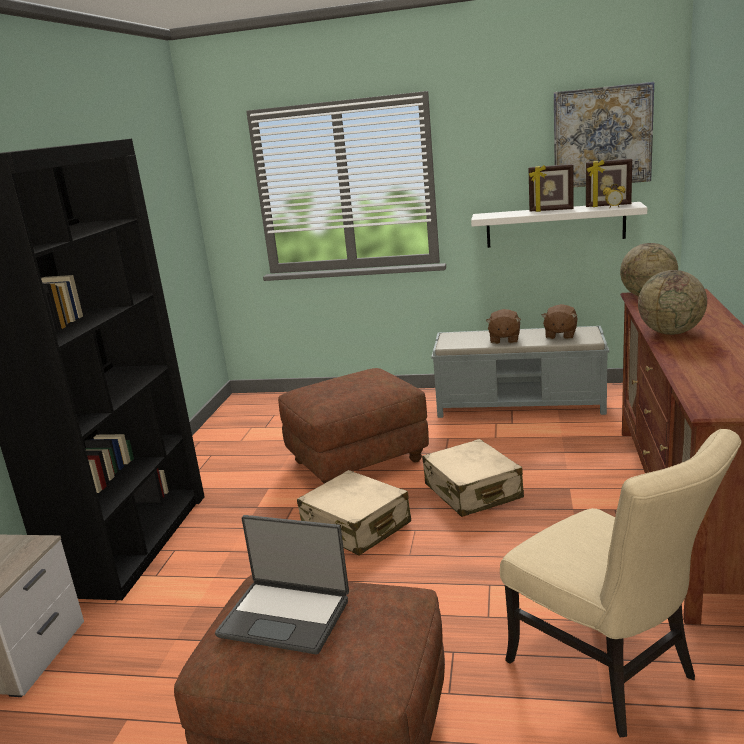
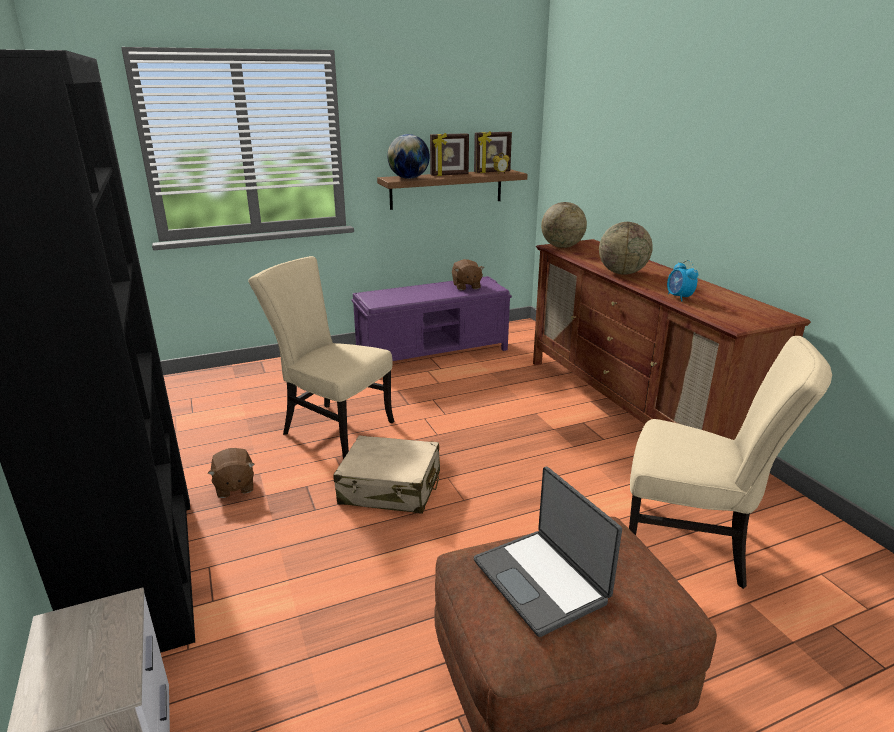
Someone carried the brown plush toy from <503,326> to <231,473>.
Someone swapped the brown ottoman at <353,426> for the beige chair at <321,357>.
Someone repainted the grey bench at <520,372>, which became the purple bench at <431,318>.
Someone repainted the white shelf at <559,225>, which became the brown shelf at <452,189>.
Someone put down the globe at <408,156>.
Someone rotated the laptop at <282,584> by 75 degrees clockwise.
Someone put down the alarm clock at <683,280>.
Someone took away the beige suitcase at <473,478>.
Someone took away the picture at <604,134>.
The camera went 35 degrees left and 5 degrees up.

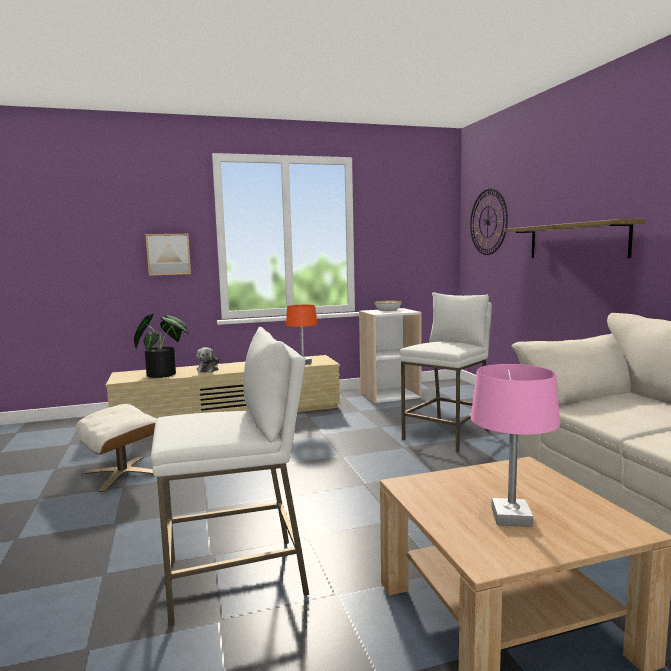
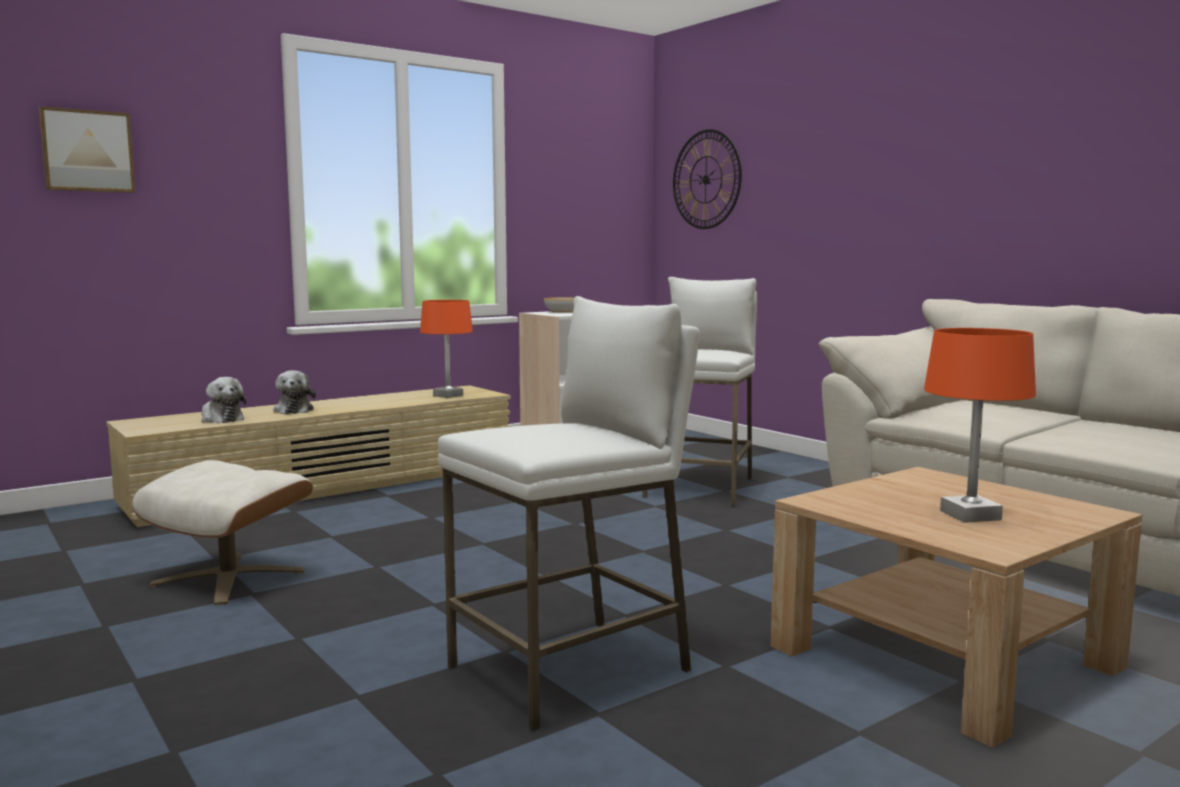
Someone carried the picture from <168,255> to <87,149>.
Someone swapped the potted plant at <161,345> for the plush toy at <223,400>.
Someone repainted the pink table lamp at <515,445>, which became the orange table lamp at <980,425>.
Someone took away the shelf at <575,238>.
The camera went 20 degrees left and 0 degrees up.

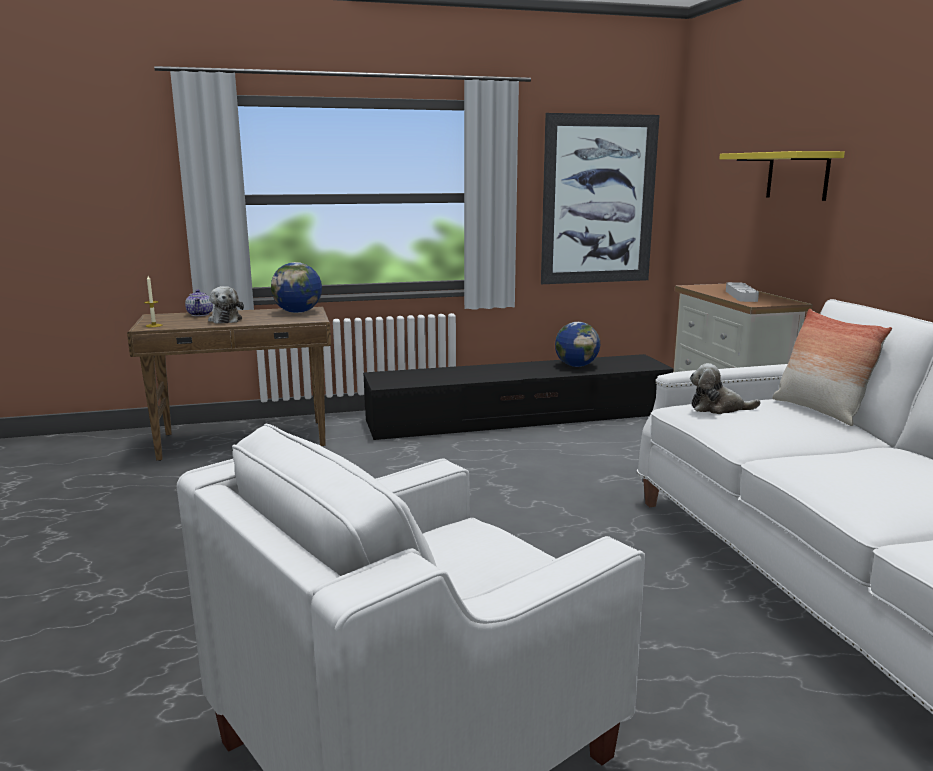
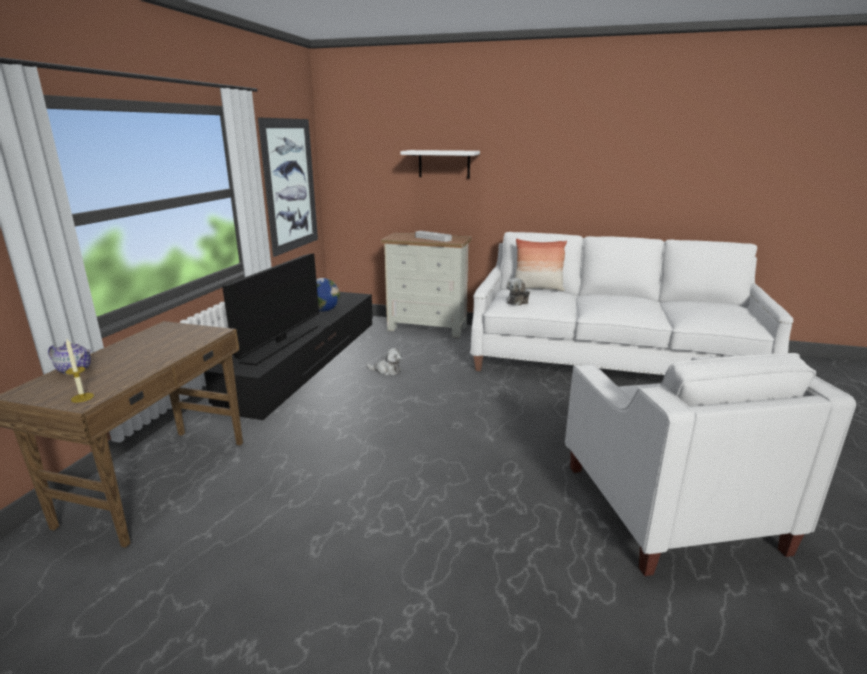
Someone put down the television at <270,309>.
Someone carried the plush toy from <226,305> to <384,362>.
Someone repainted the yellow shelf at <782,176>, which became the white shelf at <440,164>.
Someone took away the globe at <296,287>.
The camera went 60 degrees left and 5 degrees up.

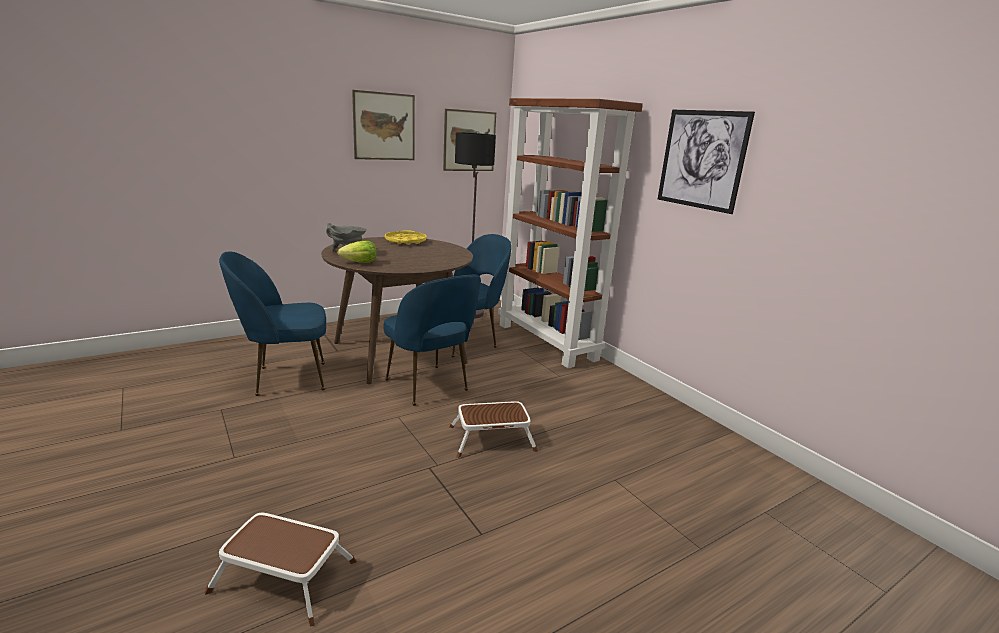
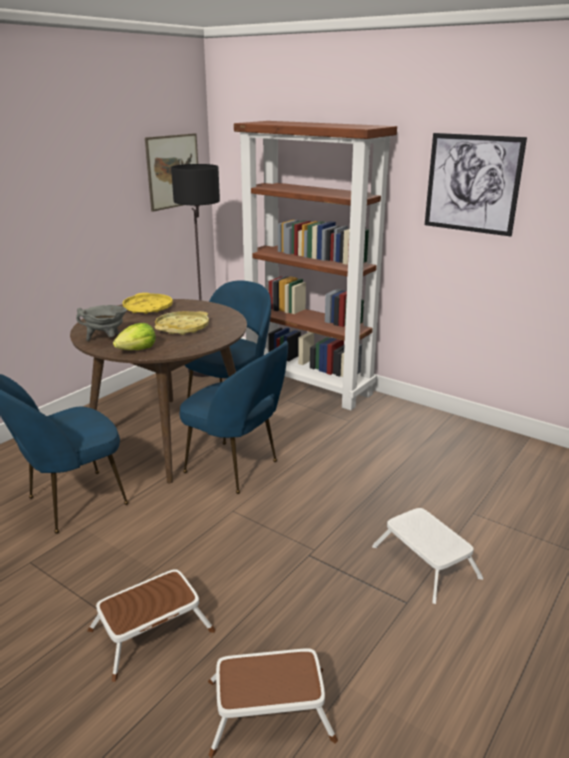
Someone carried the brown step ladder from <493,429> to <151,625>.
Someone put down the yellow tray at <181,323>.
Someone put down the white step ladder at <427,556>.
Someone took away the picture at <383,125>.
The camera went 20 degrees left and 5 degrees up.

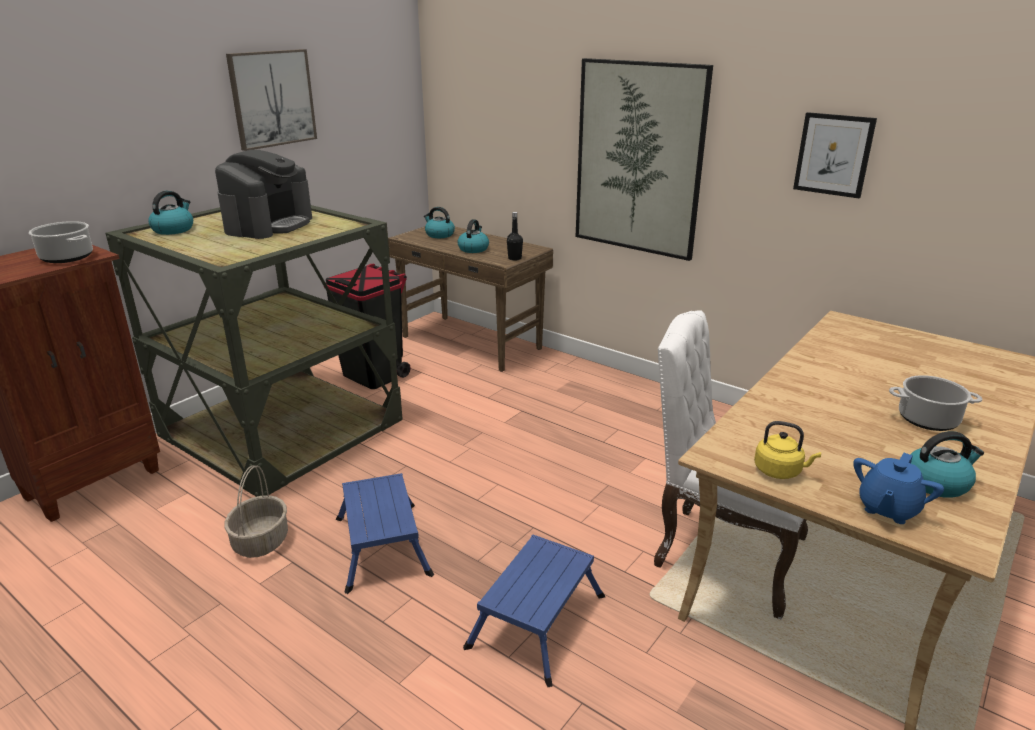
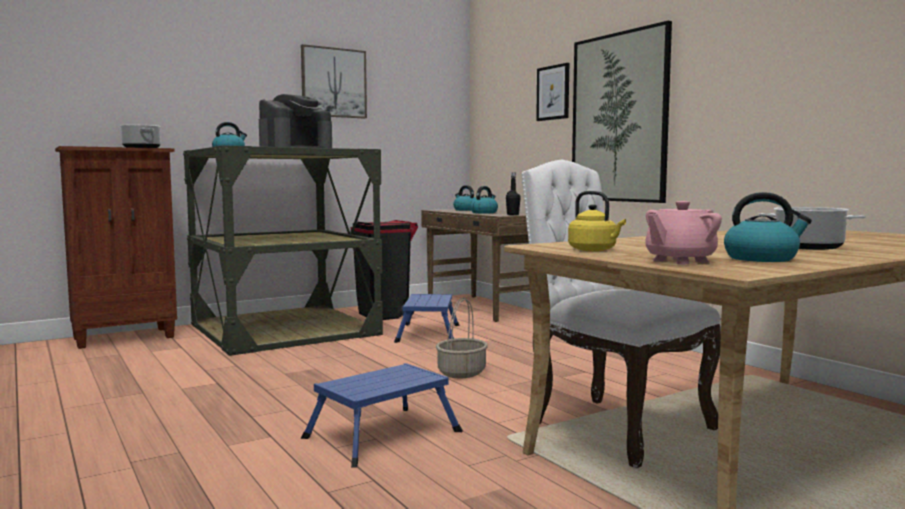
Someone carried the blue step ladder from <385,533> to <427,318>.
Someone carried the basket from <256,511> to <462,338>.
Someone carried the picture from <835,155> to <552,92>.
Someone repainted the blue teapot at <898,488>, which became the pink teapot at <683,233>.
The camera went 20 degrees right and 20 degrees down.

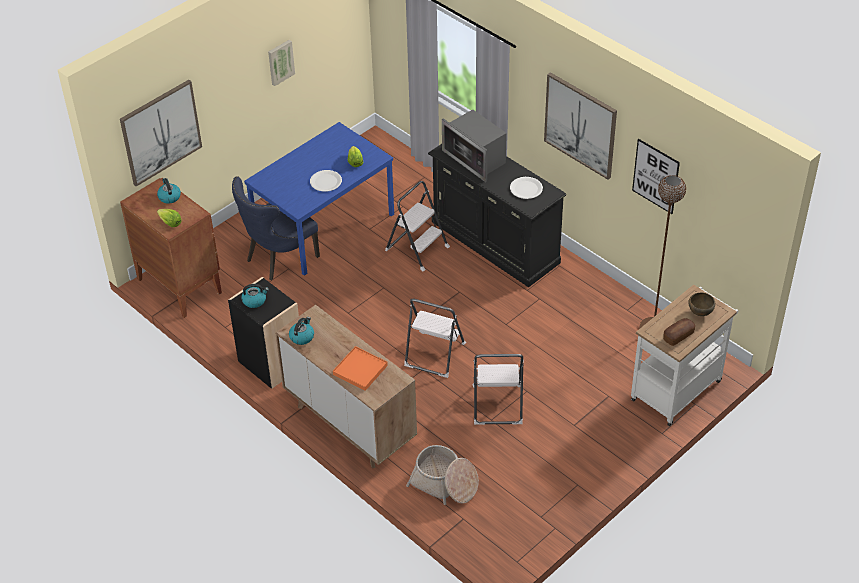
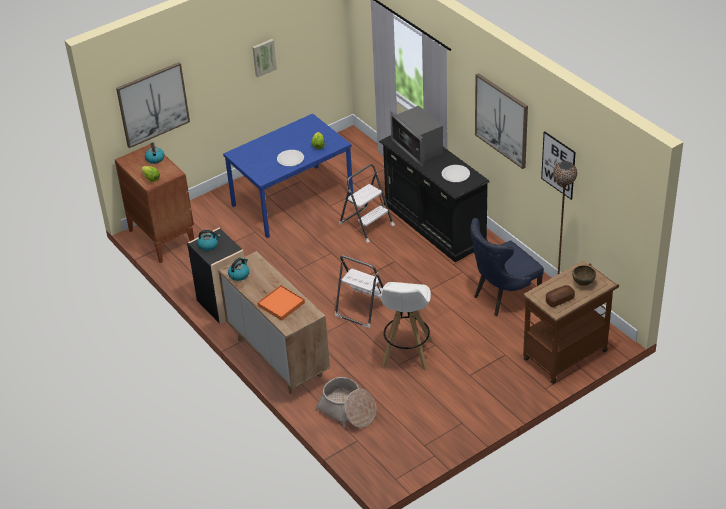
Someone swapped the white step ladder at <498,389> for the white stool at <406,326>.
Someone carried the blue chair from <276,228> to <507,267>.
Someone repainted the white cart at <685,355>, which became the brown cart at <571,322>.
The camera went 10 degrees right and 5 degrees down.

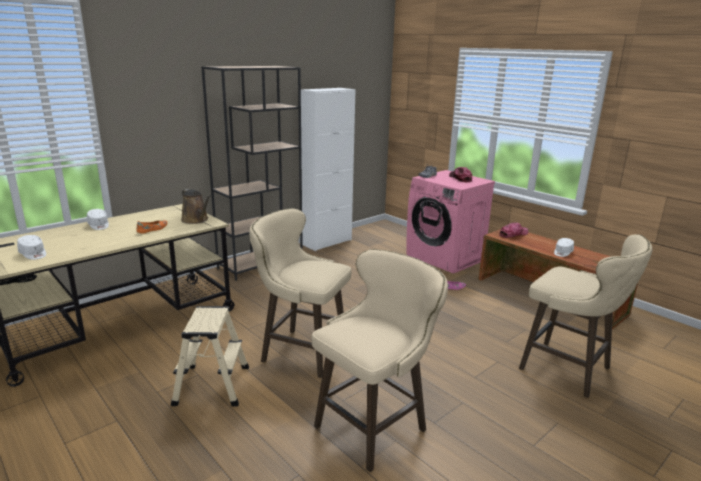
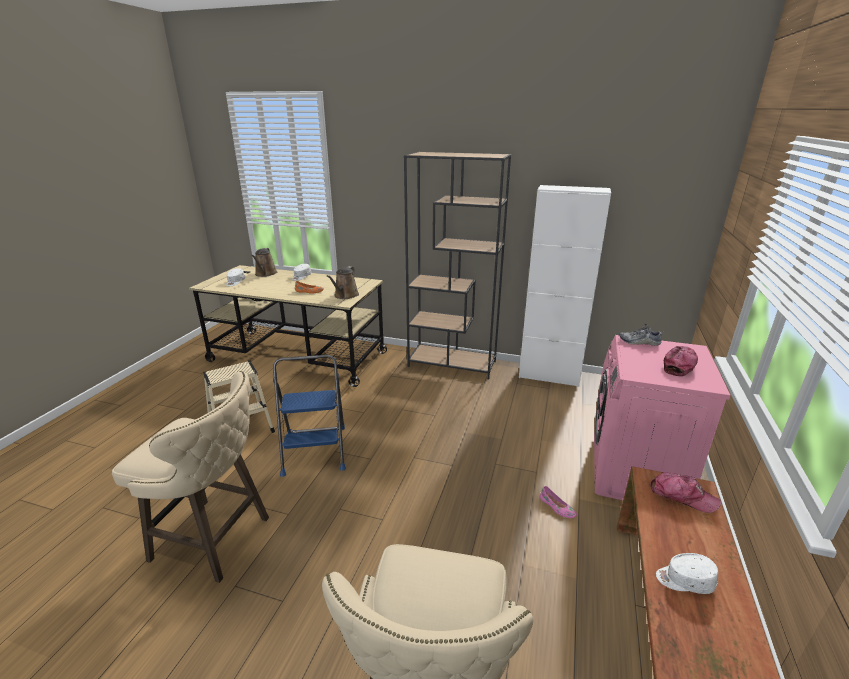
Someone put down the brown watering can at <264,262>.
Someone swapped the beige stool at <300,293> for the blue step ladder at <309,416>.
The camera went 60 degrees right and 5 degrees up.

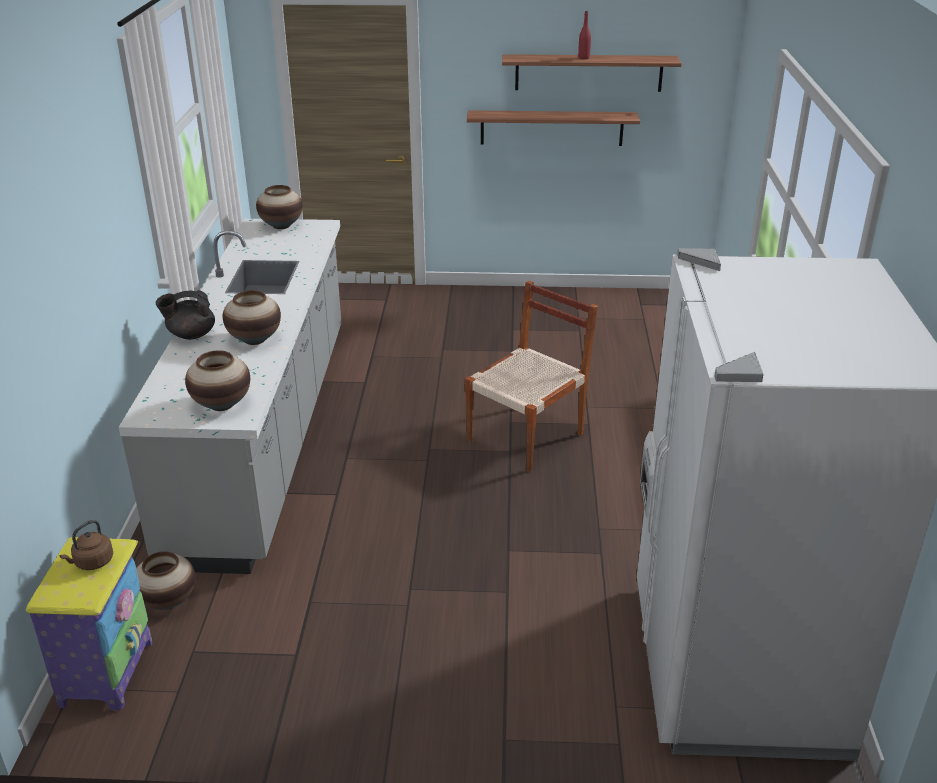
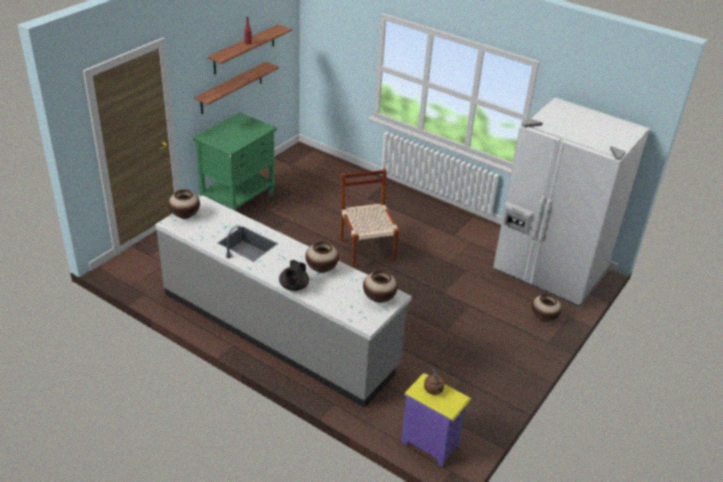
Someone put down the green cart at <235,162>.
Someone carried the vase from <166,580> to <546,308>.
The camera went 60 degrees left and 5 degrees up.

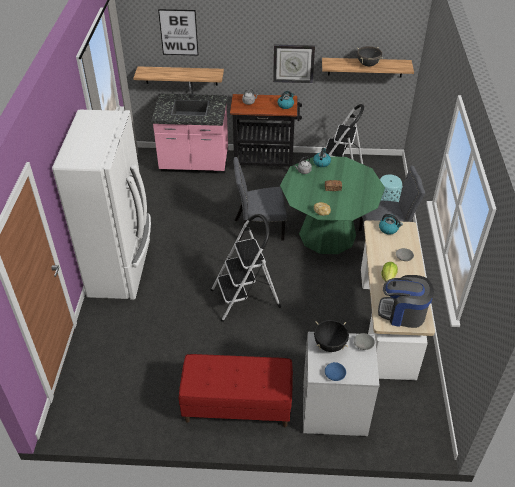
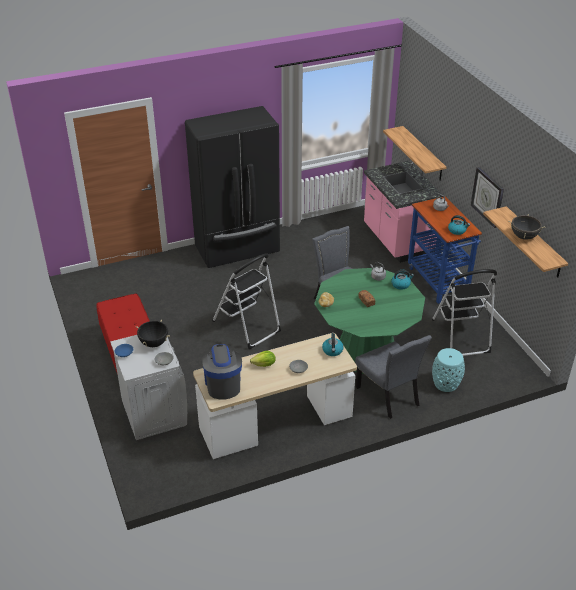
Someone repainted the white fridge at <101,205>, which became the black fridge at <232,187>.
Someone repainted the black cart at <266,131>, which became the blue cart at <445,250>.
Someone took away the picture at <178,32>.
The camera went 65 degrees right and 5 degrees down.

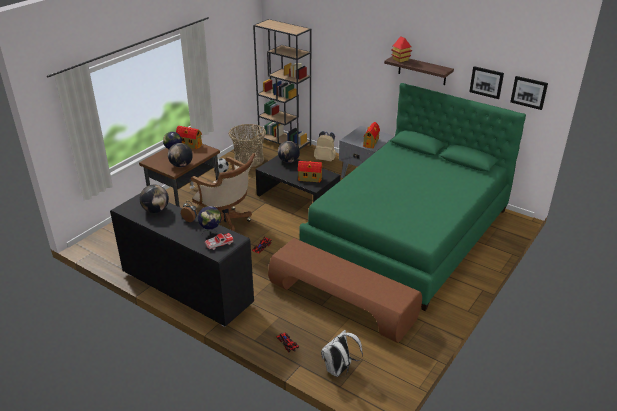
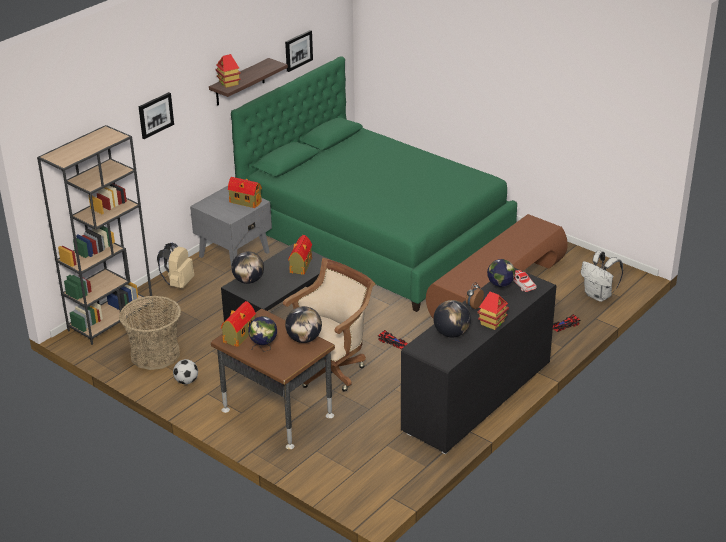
Someone carried the picture from <529,93> to <156,115>.
Someone put down the toy house at <493,311>.
The camera went 85 degrees left and 0 degrees up.

